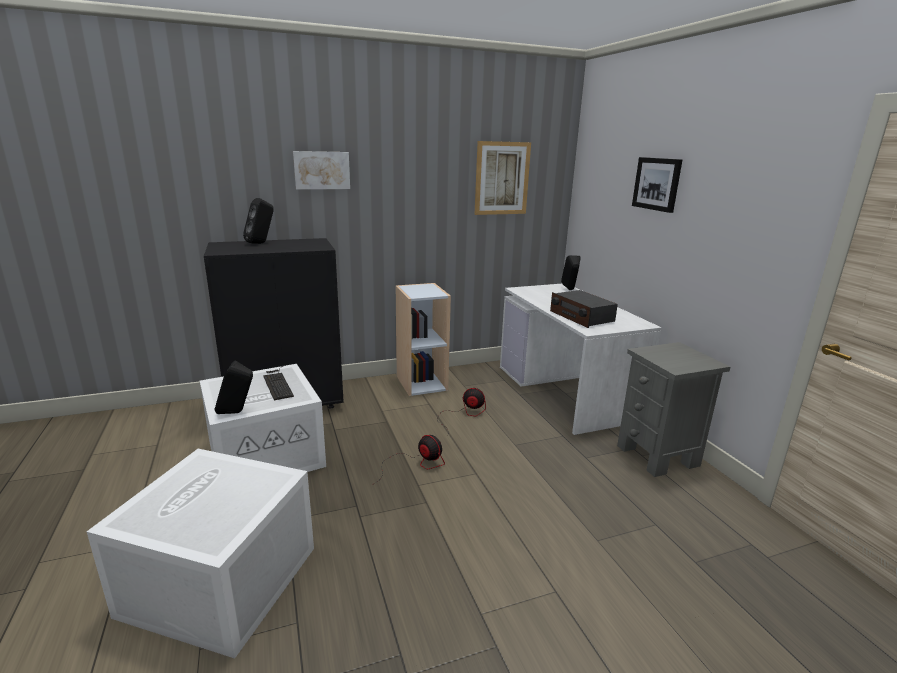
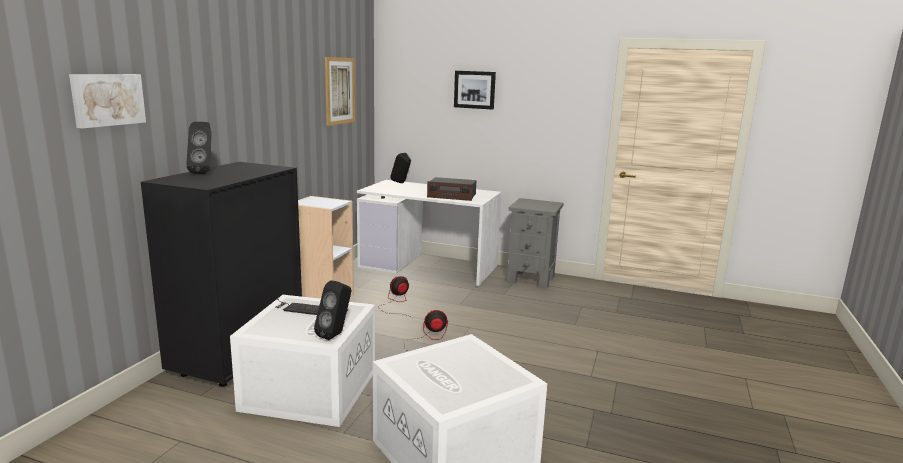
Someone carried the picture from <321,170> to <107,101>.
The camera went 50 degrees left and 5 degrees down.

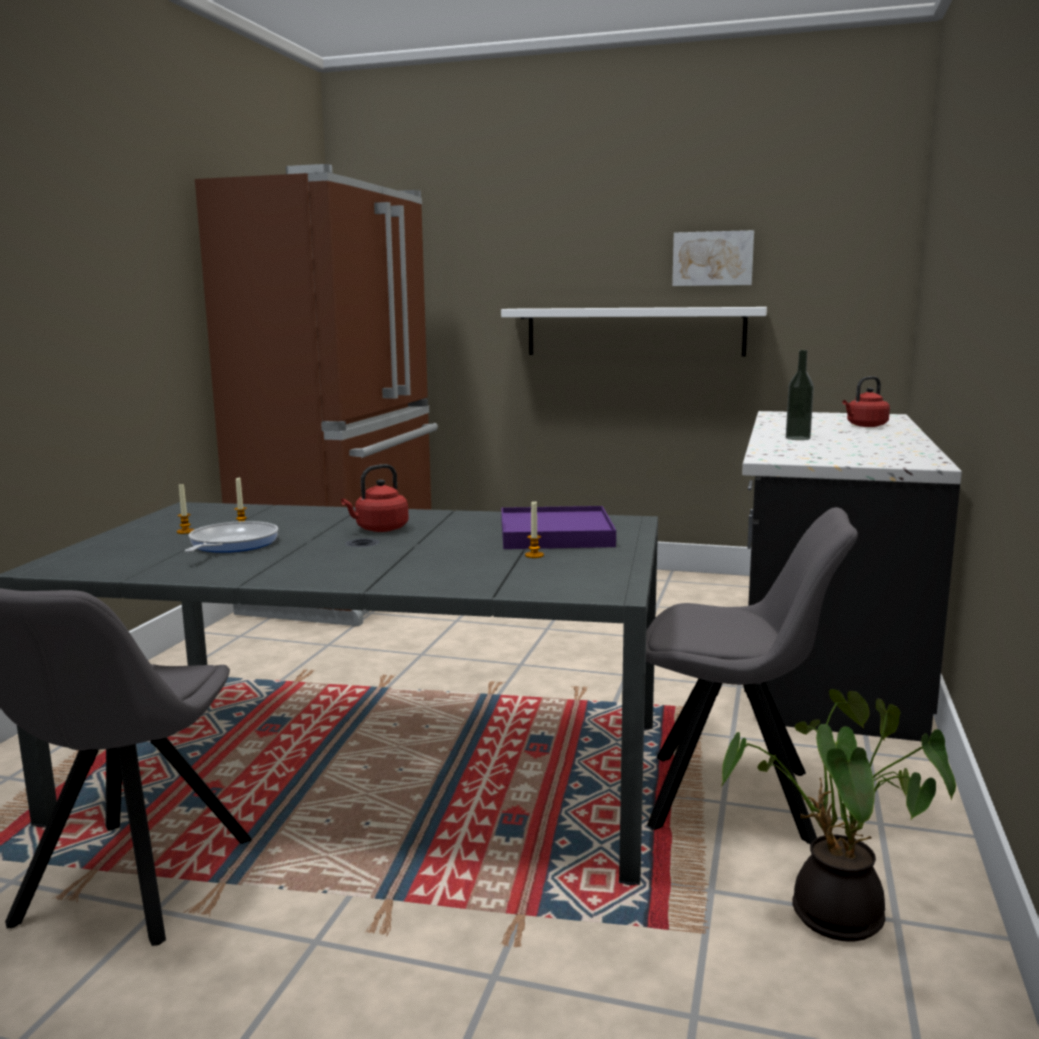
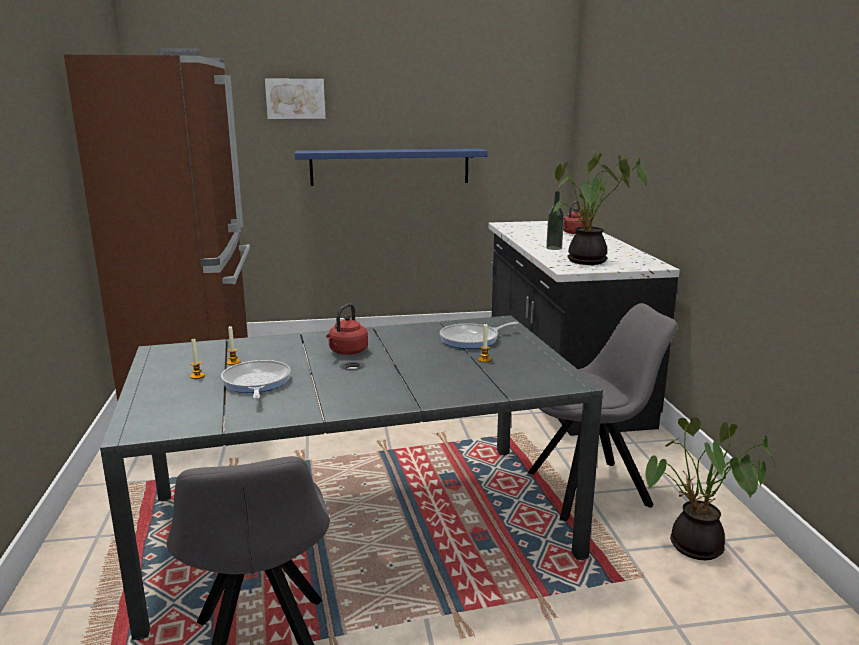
Someone carried the picture from <713,258> to <295,99>.
Someone repainted the white shelf at <634,332>, which became the blue shelf at <391,167>.
Someone swapped the purple tray at <558,527> for the frying pan at <479,335>.
Someone put down the potted plant at <600,209>.
The camera went 25 degrees left and 5 degrees up.

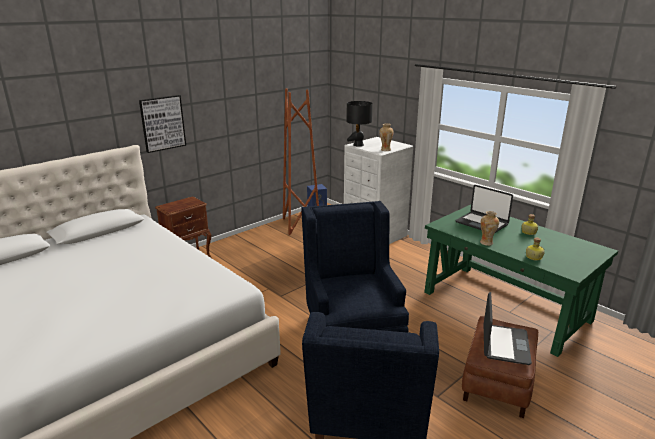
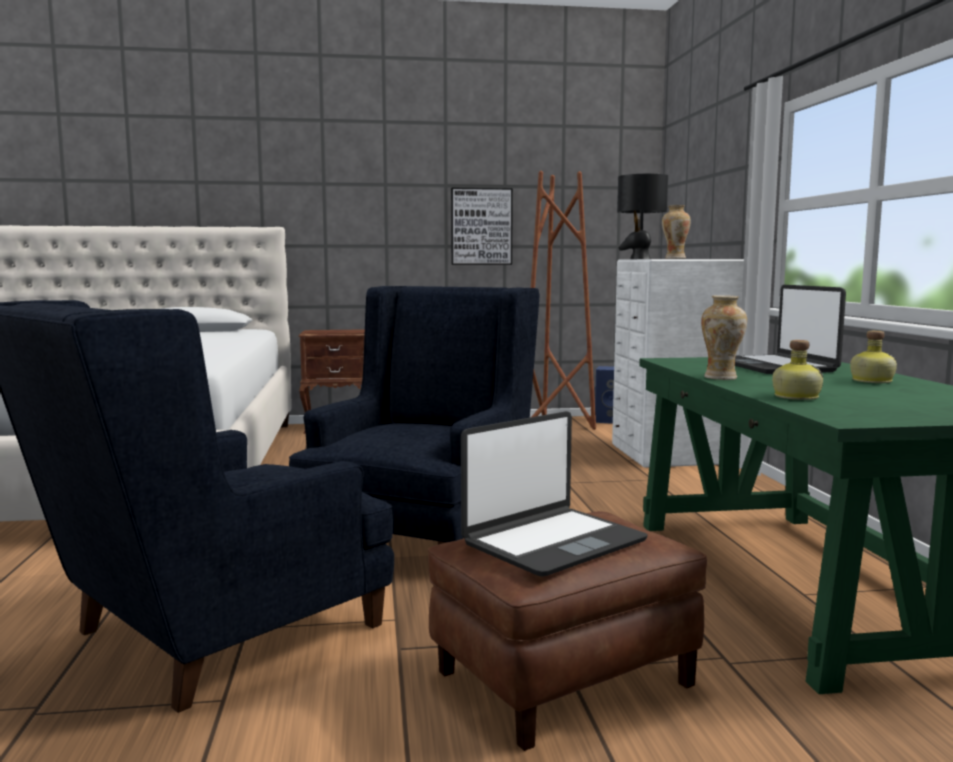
Someone carried the picture from <162,124> to <482,226>.
The camera went 35 degrees right and 15 degrees down.

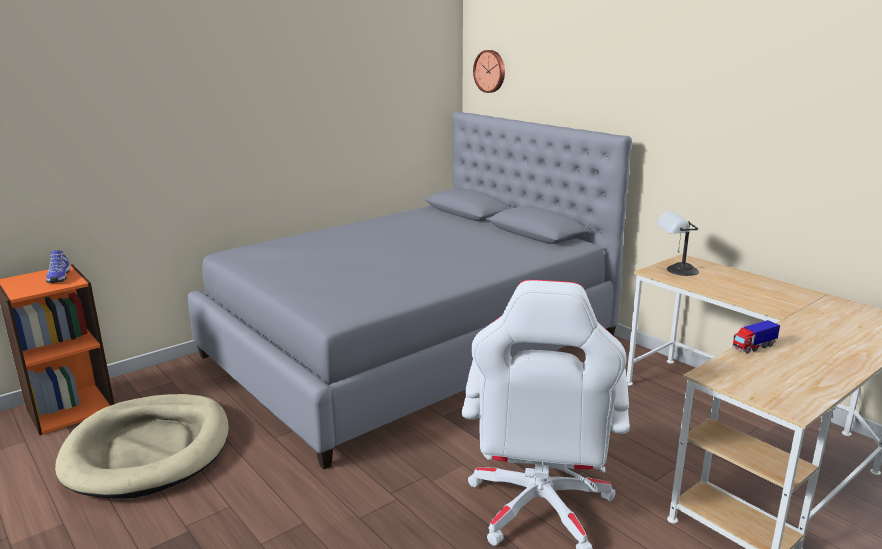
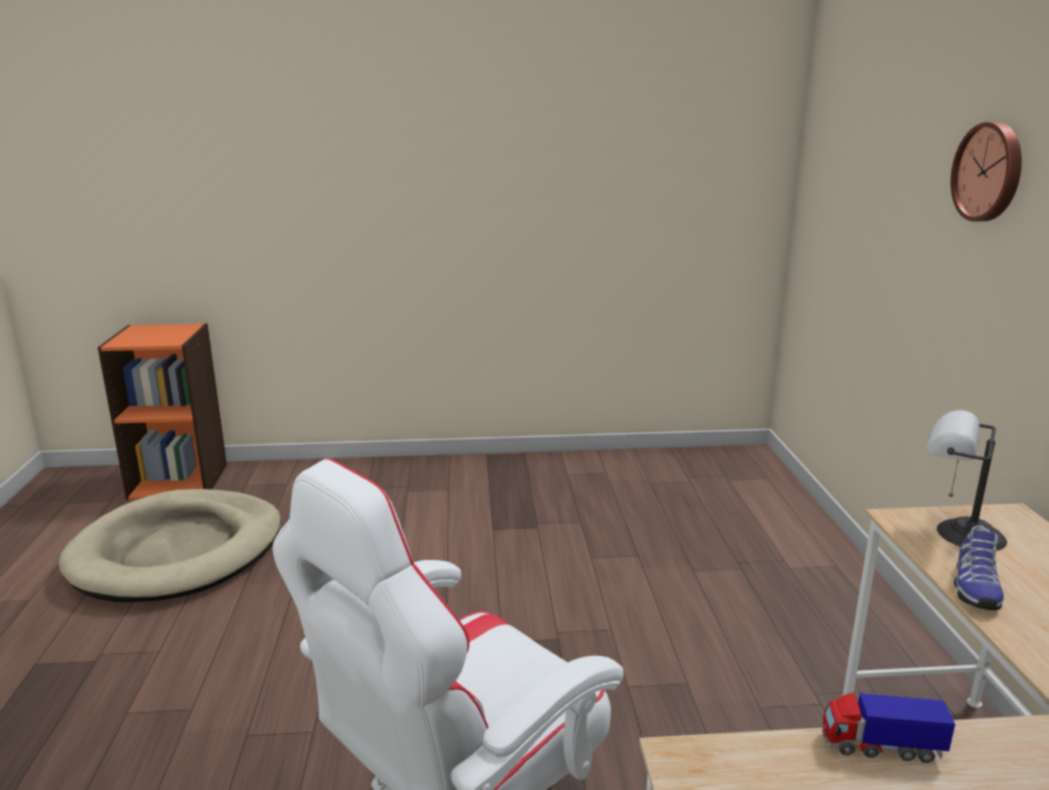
Someone carried the wall clock from <489,71> to <986,171>.
Someone carried the shoe from <58,266> to <979,567>.
Someone took away the grey bed at <410,290>.
The camera went 35 degrees right and 0 degrees up.

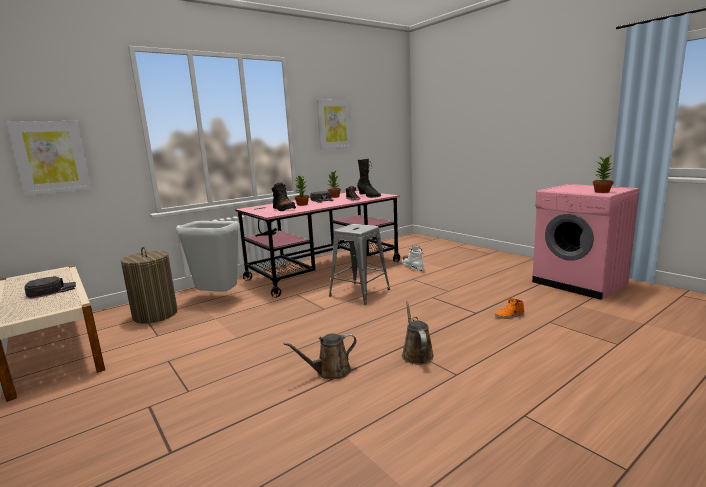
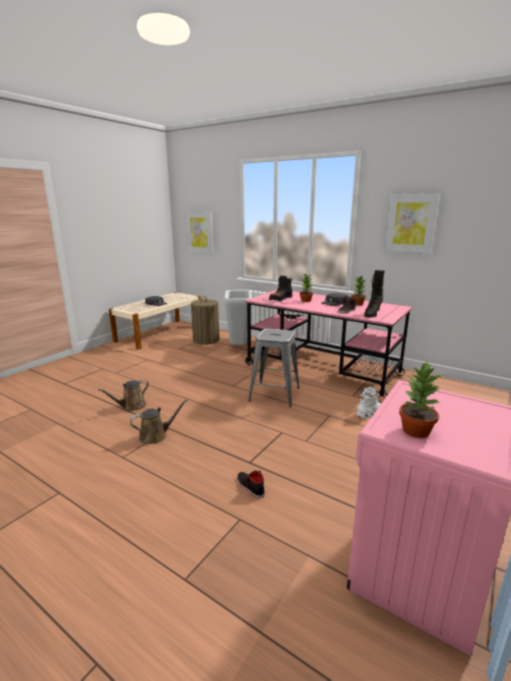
Someone rotated the brown watering can at <320,356> by 90 degrees counterclockwise.
Someone repainted the orange shoe at <509,308>, which became the black shoe at <251,484>.
The camera went 70 degrees right and 5 degrees up.

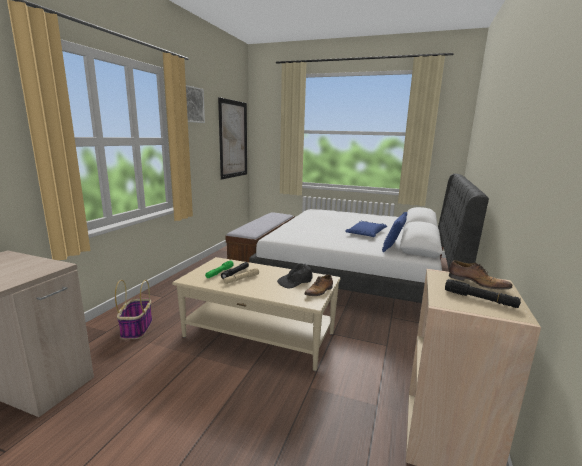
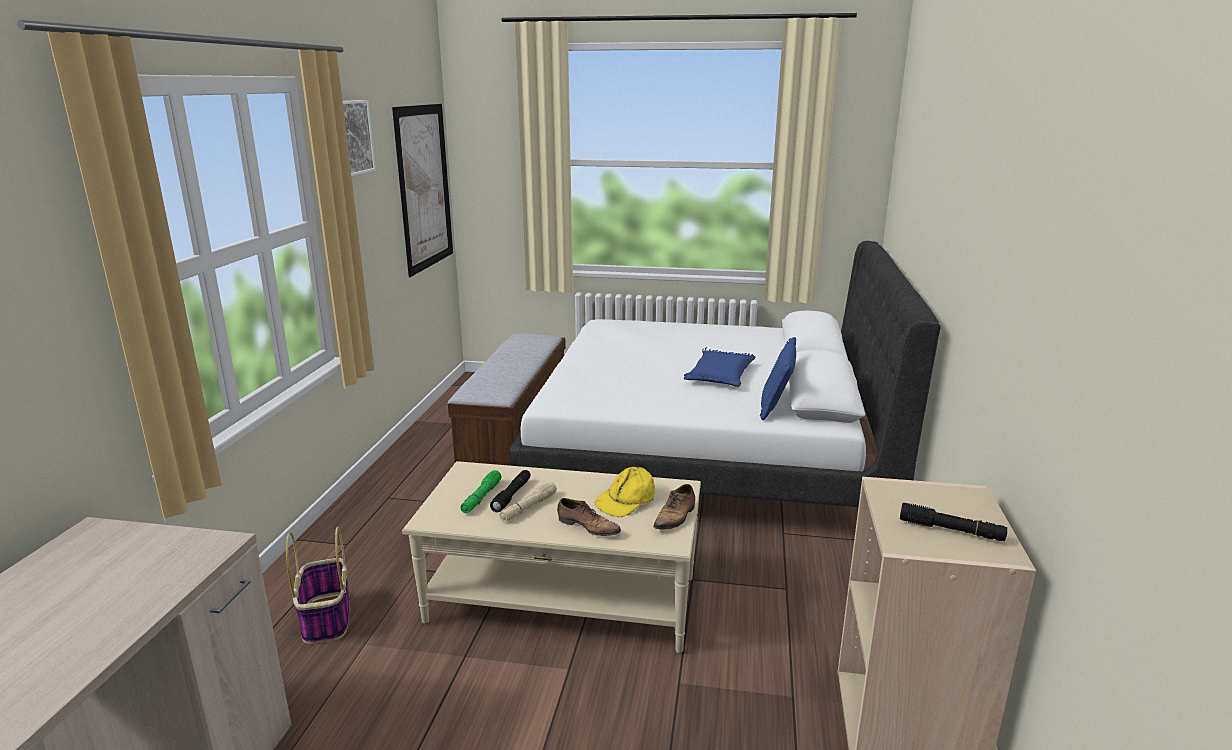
Someone carried the shoe from <480,274> to <589,517>.
Someone repainted the black cap at <295,276>, which became the yellow cap at <625,491>.
The camera went 10 degrees left and 5 degrees up.

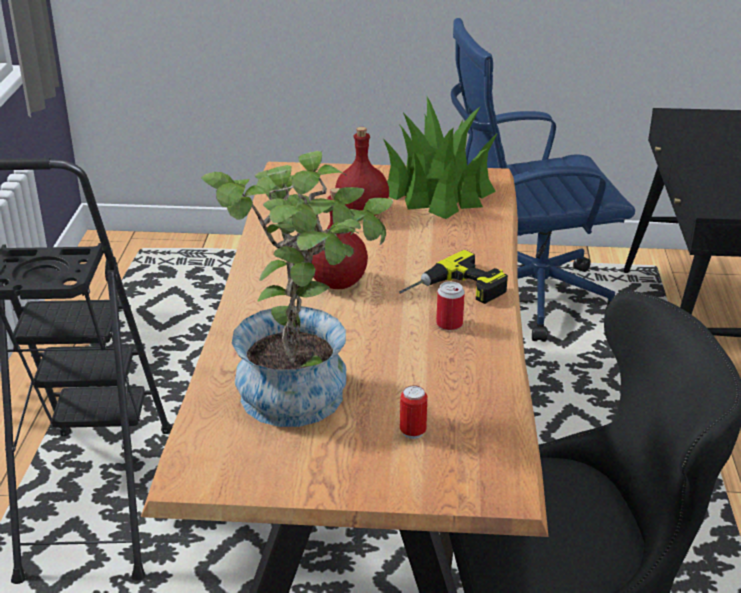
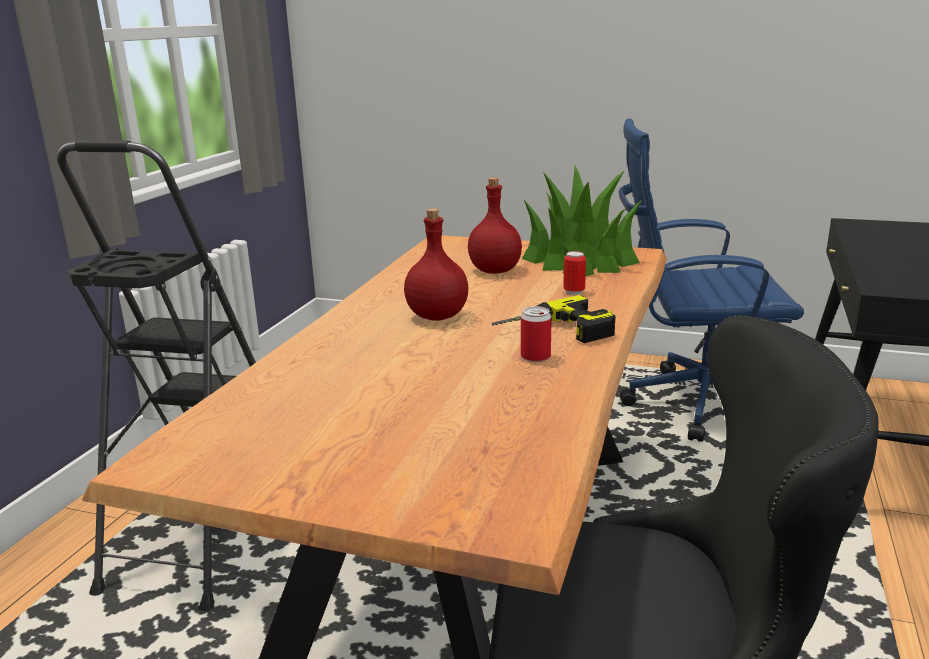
Someone carried the can from <414,412> to <574,273>.
Someone took away the potted plant at <297,289>.
The camera went 15 degrees right and 10 degrees down.

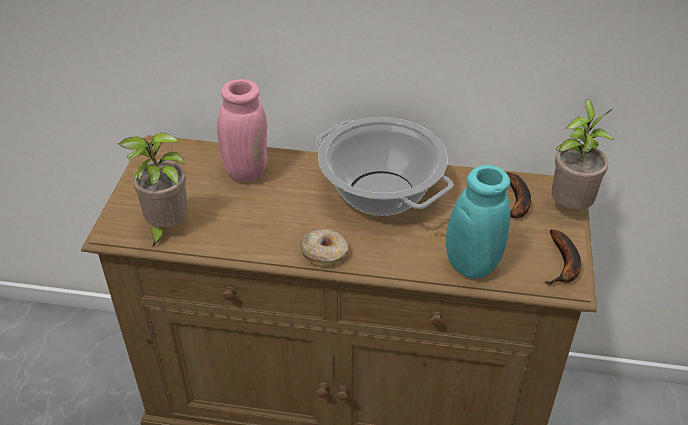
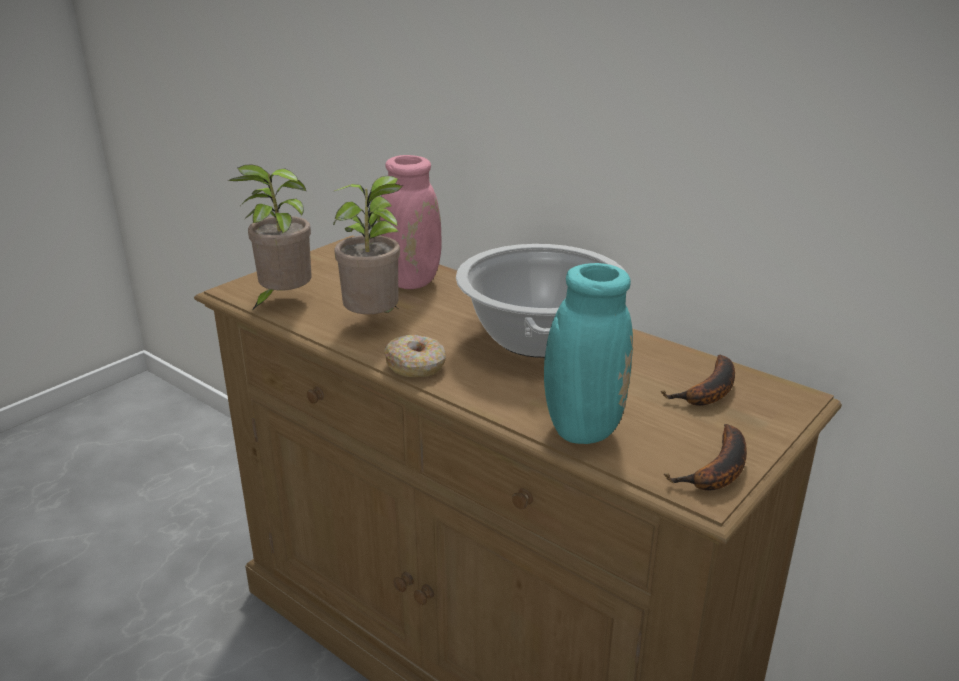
Someone carried the potted plant from <582,154> to <368,245>.
The camera went 30 degrees right and 15 degrees down.

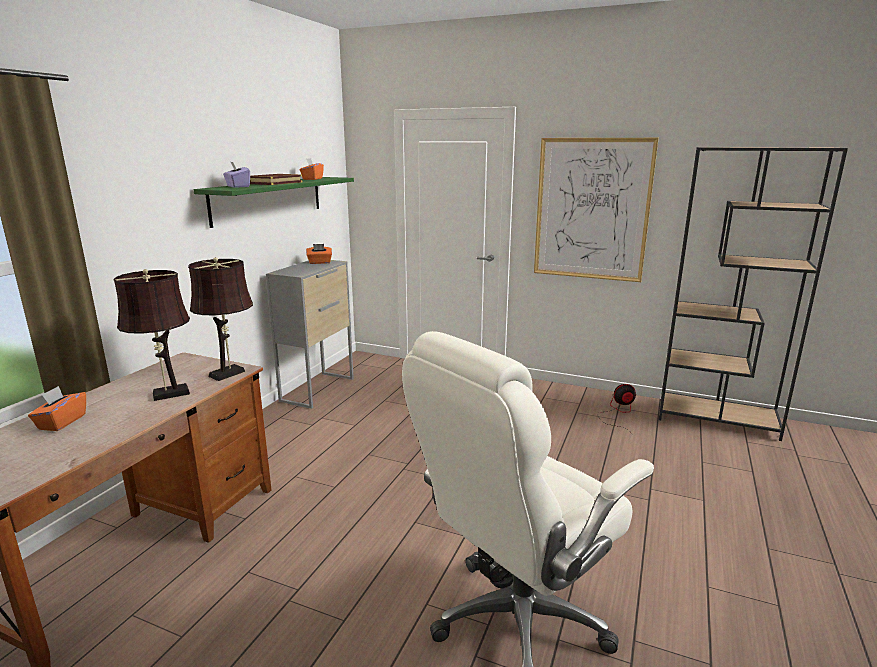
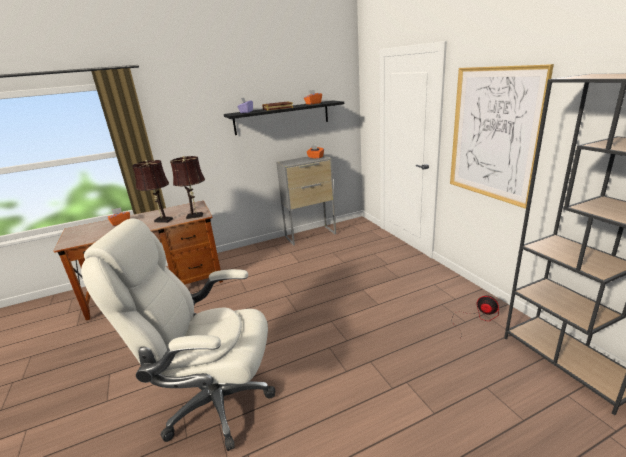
Someone repainted the green shelf at <273,202>, which became the black shelf at <284,118>.
The camera went 45 degrees right and 5 degrees up.

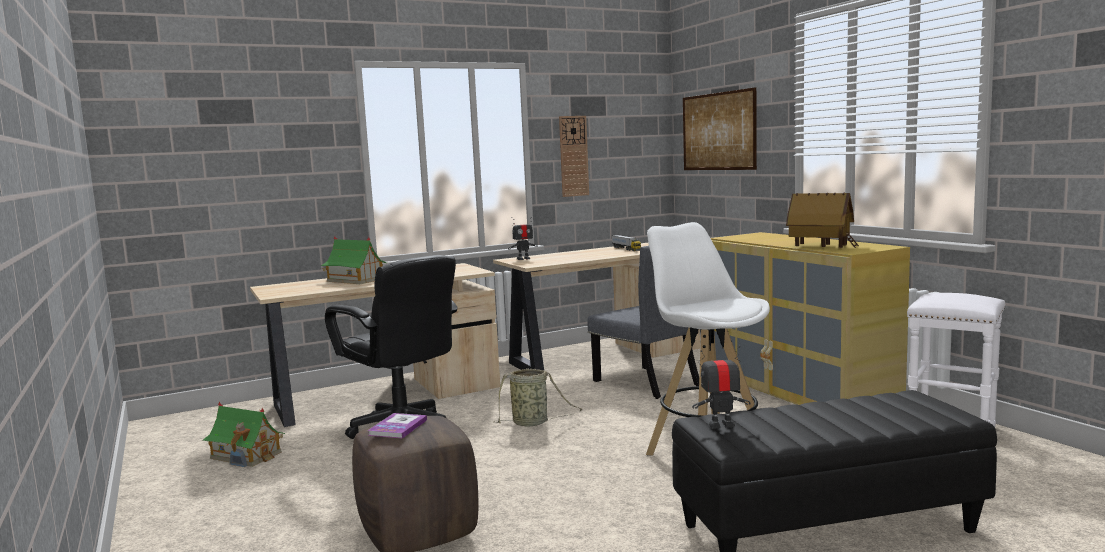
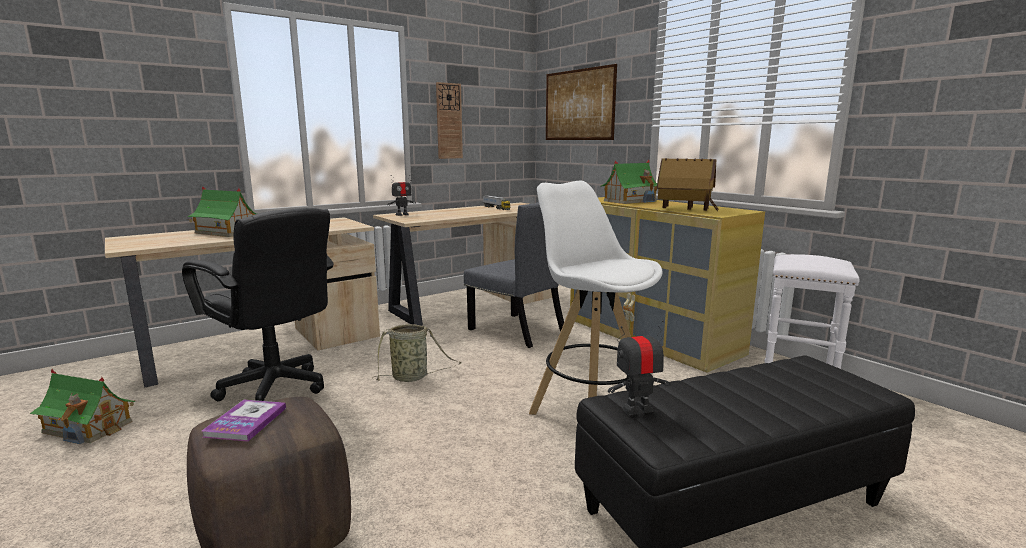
Someone put down the toy house at <628,181>.
The camera went 10 degrees left and 5 degrees up.

